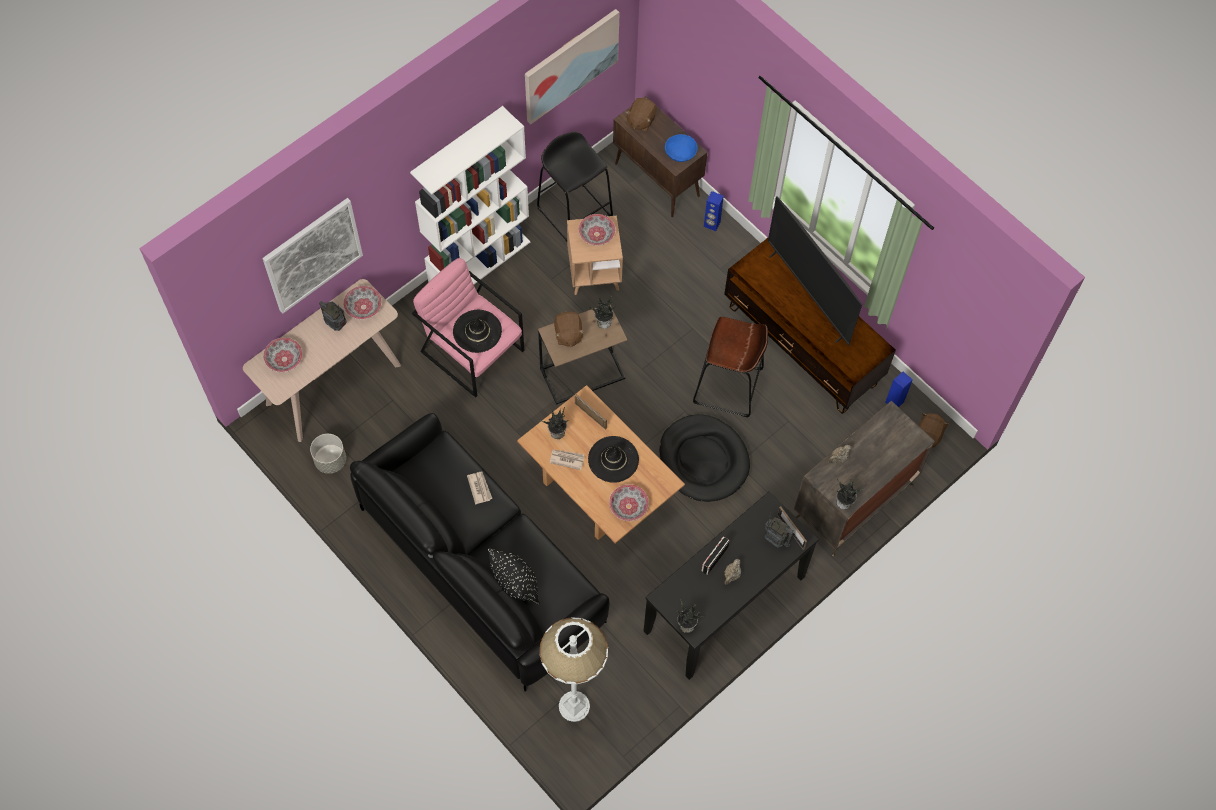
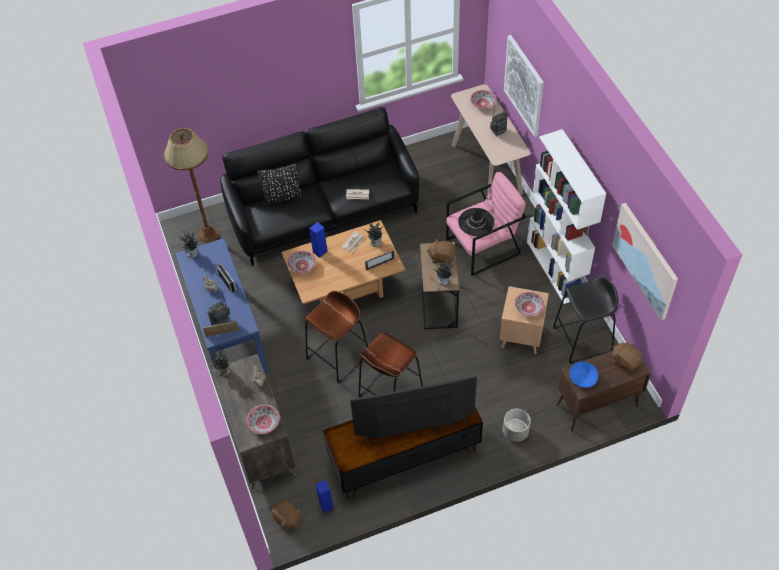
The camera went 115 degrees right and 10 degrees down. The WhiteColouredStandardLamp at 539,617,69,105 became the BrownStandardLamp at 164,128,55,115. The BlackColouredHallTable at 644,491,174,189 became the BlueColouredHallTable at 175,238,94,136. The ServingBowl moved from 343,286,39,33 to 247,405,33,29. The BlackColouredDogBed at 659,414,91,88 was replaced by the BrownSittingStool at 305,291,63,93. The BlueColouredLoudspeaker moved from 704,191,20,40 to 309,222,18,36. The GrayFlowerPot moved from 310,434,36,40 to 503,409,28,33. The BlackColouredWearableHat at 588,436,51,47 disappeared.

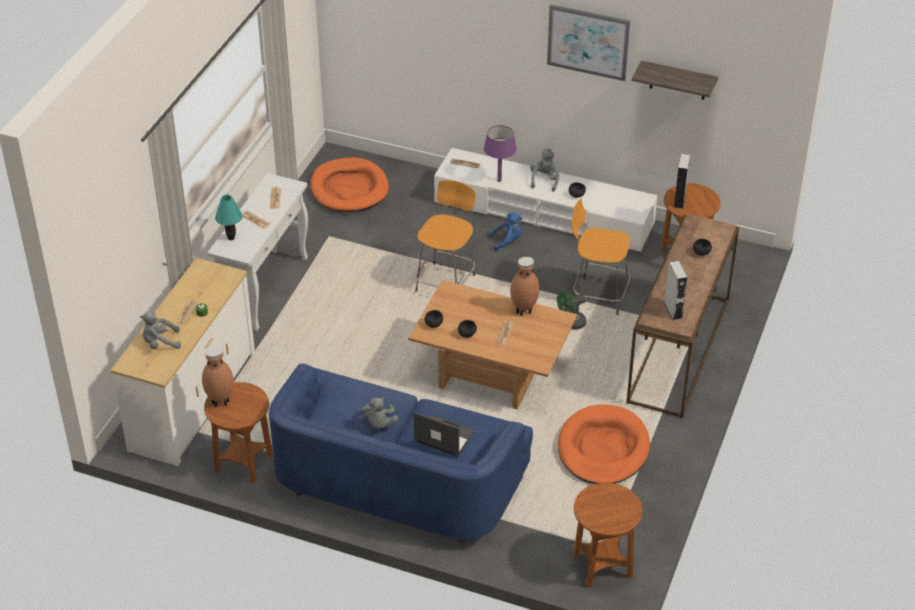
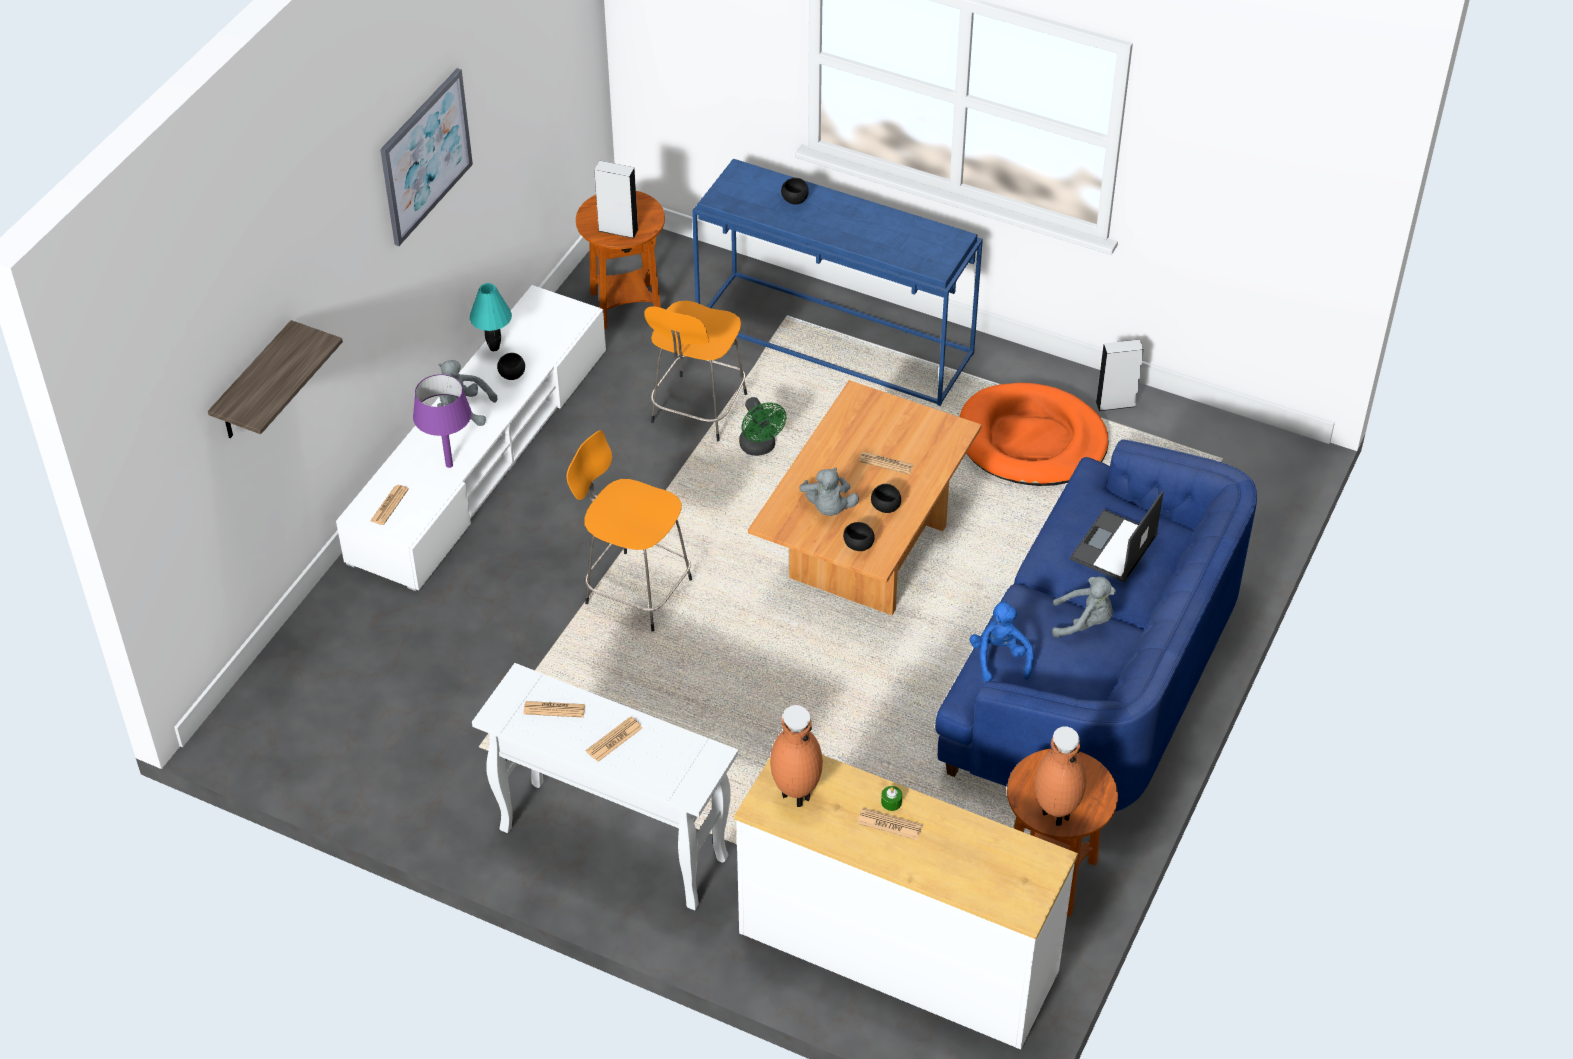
The camera went 85 degrees left and 5 degrees up. The BracketShelf moved from 632,61,86,39 to 208,320,135,118. The BlueGreenTabletopLamp moved from 215,195,28,45 to 470,283,42,68. The BrownHallTable at 626,213,113,206 became the BlueColouredHallTable at 692,159,291,247. The BrownFlowerVase moved from 510,257,29,59 to 770,705,53,102. The GrayCuddlyToy moved from 140,310,41,39 to 799,468,60,48. The BlueColouredCuddlyToy moved from 489,212,33,39 to 970,600,64,82. The GrayLoudspeaker moved from 664,261,23,59 to 1096,339,48,72. The OrangeyDogBed at 310,157,79,55 disappeared. The BrownSideTable at 573,483,69,105 disappeared.

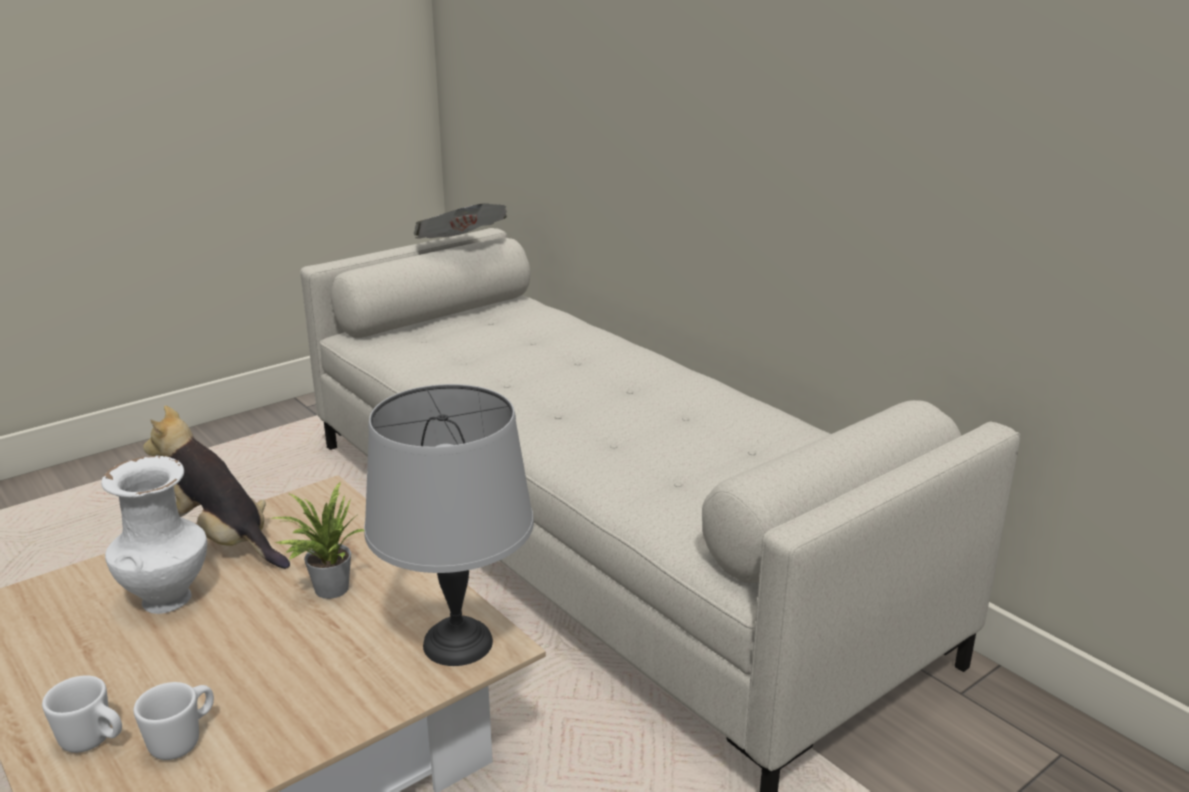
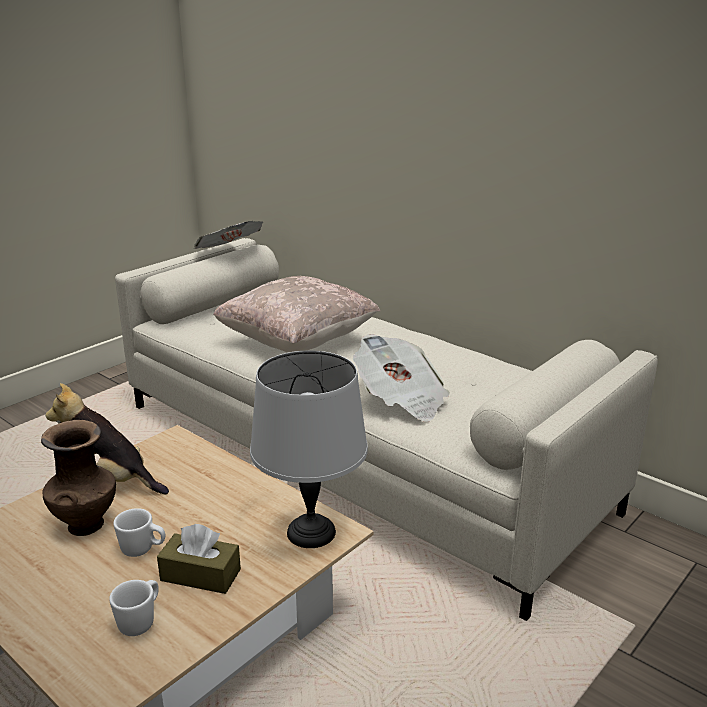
The camera went 10 degrees left and 0 degrees up. The WhiteColouredFlowerVase at 101,456,106,158 became the BrownFlowerVase at 41,420,75,116. The WhiteColouredMug moved from 42,676,80,77 to 113,508,52,49. The BrownTissueBox at 157,524,84,70 appeared. The BeigePillow at 213,276,167,76 appeared. The PrintedPaper at 353,334,97,88 appeared. The Houseplant at 270,482,94,117 disappeared.

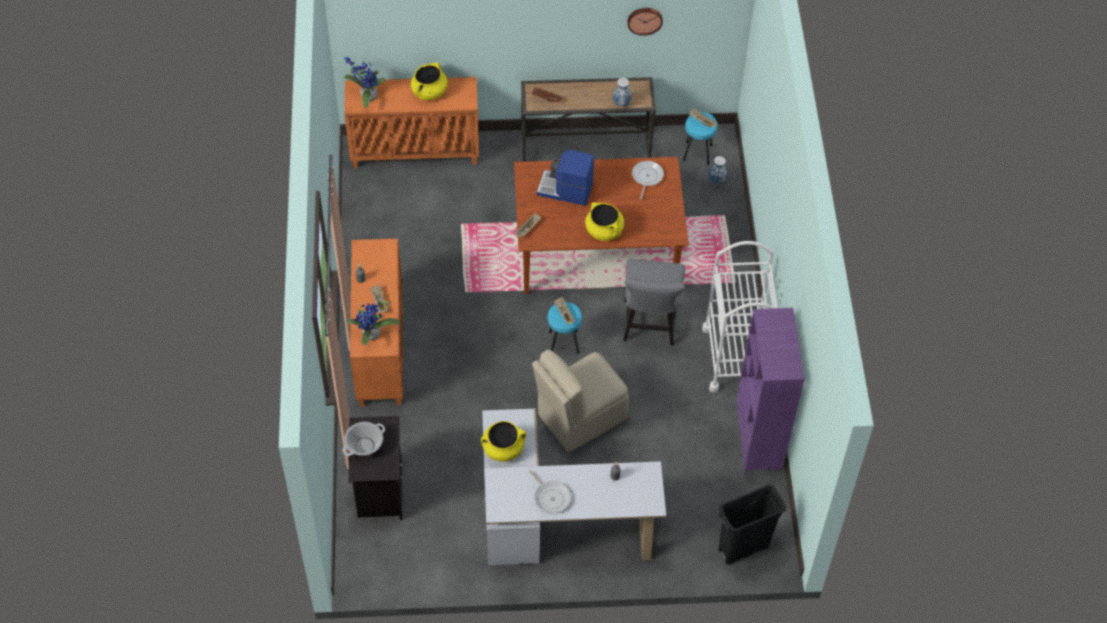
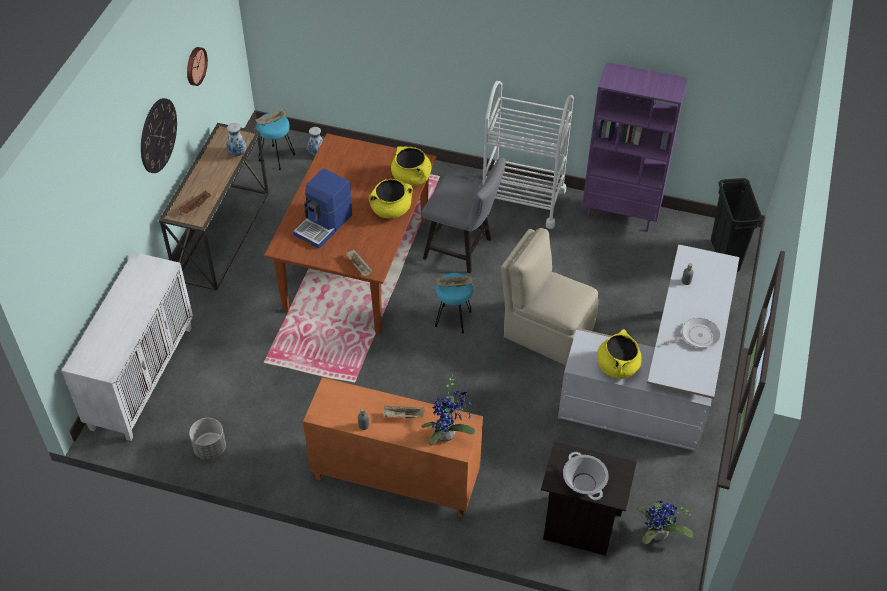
The camera went 70 degrees left and 5 degrees down. The OrangeyCabinet at 344,77,135,91 became the WhiteColouredCabinet at 62,252,131,189. The WallClock at 141,98,36,75 appeared. The GrayFlowerPot at 189,418,37,42 appeared. The YellowColouredStockpot moved from 411,62,37,38 to 391,146,41,40. The BeigeChair at 532,350,97,102 turned 135 degrees clockwise. The Houseplant moved from 344,57,42,51 to 637,501,57,43. The Pan at 632,161,32,39 disappeared.

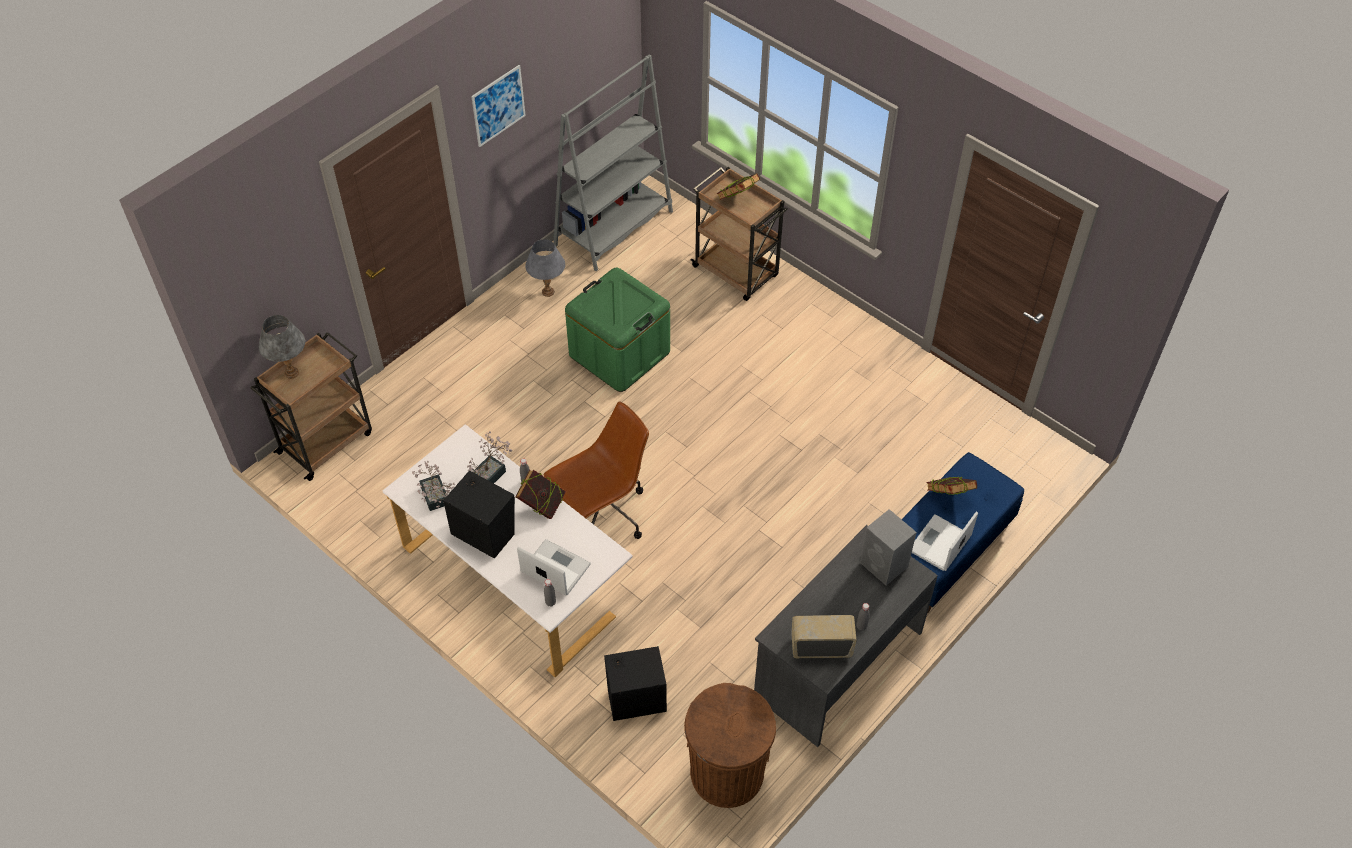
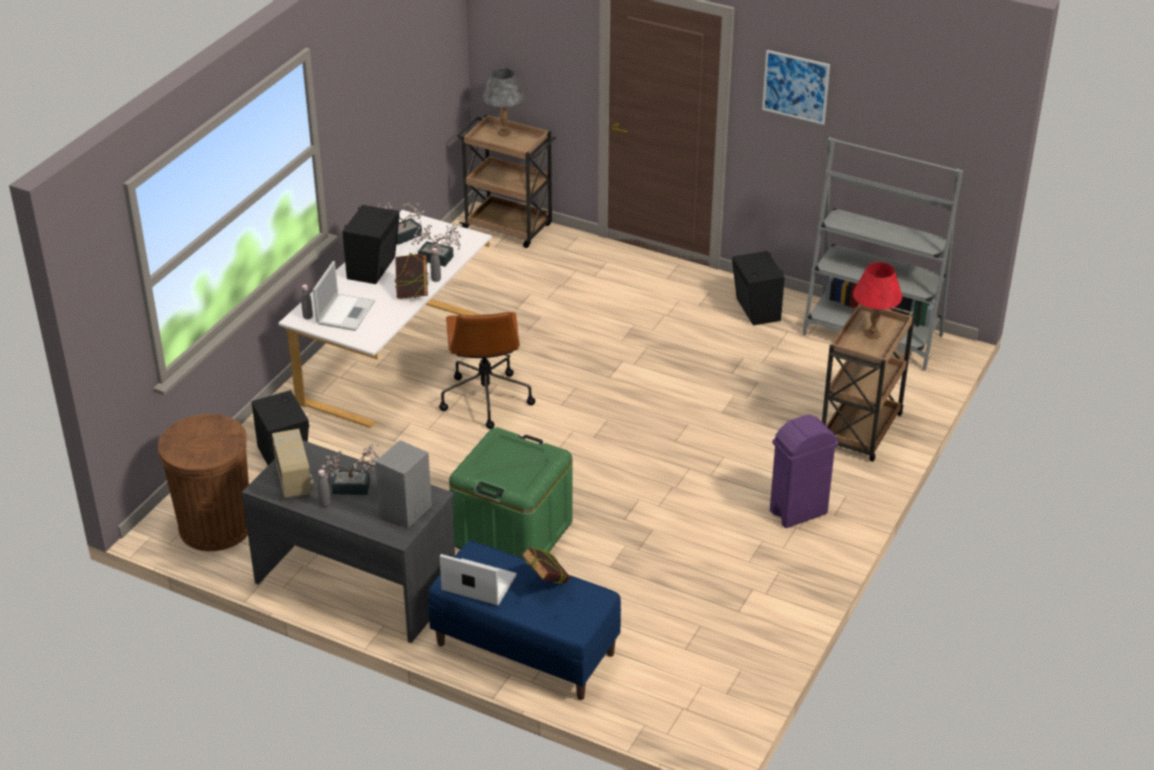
The camera went 75 degrees right and 15 degrees down. The Houseplant at 322,443,57,52 appeared. The BrownOfficeChair at 543,401,106,138 turned 45 degrees clockwise. The GreenishStorageBin moved from 565,268,105,124 to 449,427,124,132. The GrayTabletopLamp at 525,239,40,58 was replaced by the BlackColouredLoudspeaker at 732,251,53,75. The PurplishRubbishBin at 770,415,68,113 appeared. The BoundBook at 716,173,44,27 was replaced by the ReddishTabletopLamp at 853,262,49,77.

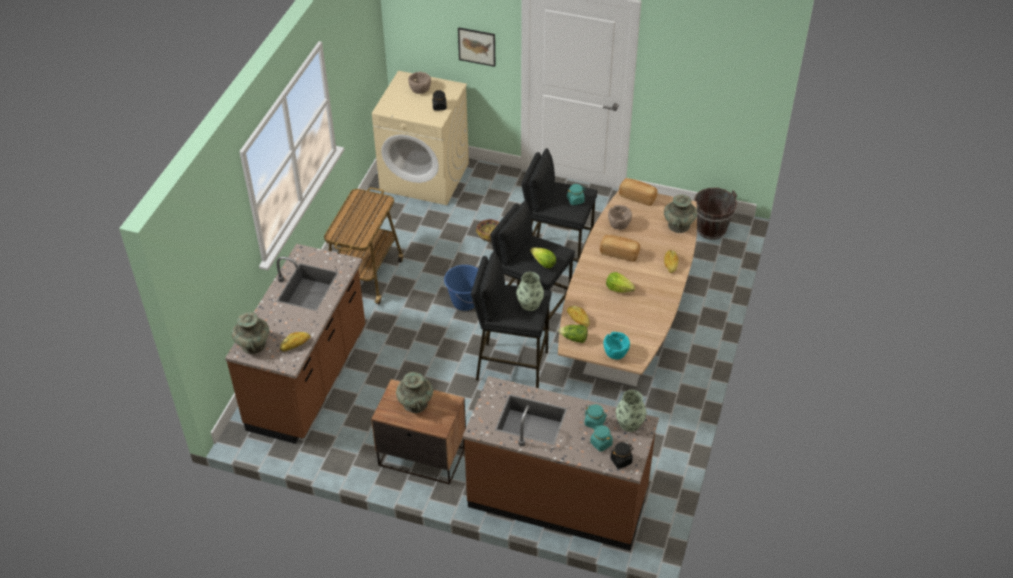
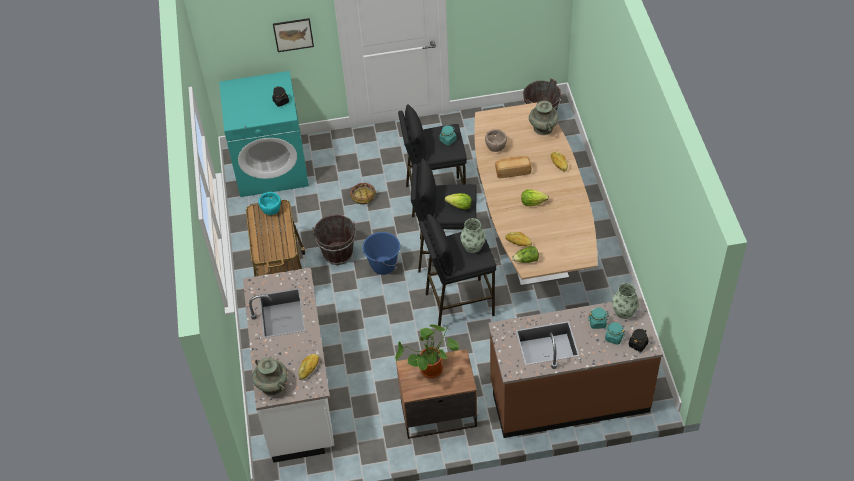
The camera went 25 degrees left and 5 degrees up. The BeigeWashingMachine at 372,71,97,134 became the BlueGreenWashingMachine at 219,71,90,126. The BrownCounter at 225,244,140,200 became the WhiteColouredCounter at 243,267,91,196. The BlueGreenServingBowl moved from 603,332,27,28 to 258,192,23,23. The BrownBucket at 312,215,43,50 appeared. The BlueGreenFlowerVase at 396,371,37,42 was replaced by the Houseplant at 395,324,65,54. The BrownServingBowl at 408,72,23,22 disappeared. The Bread at 619,178,39,28 disappeared.

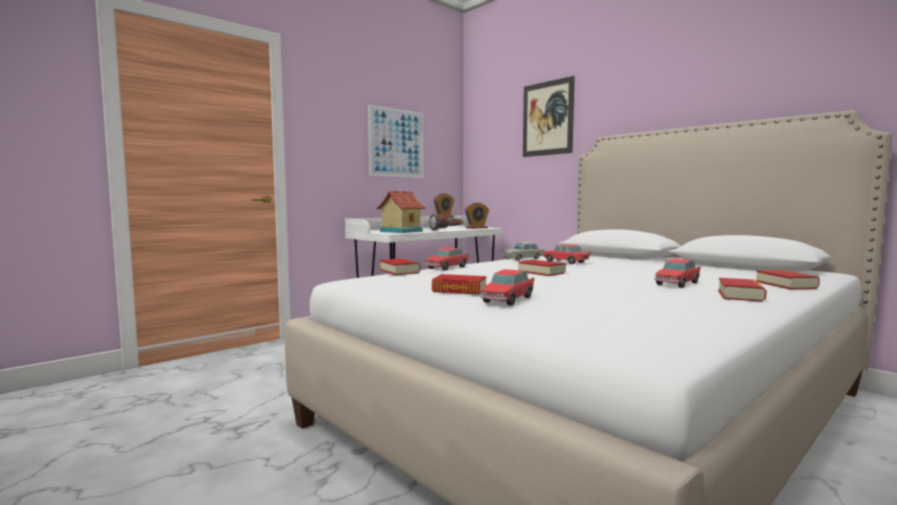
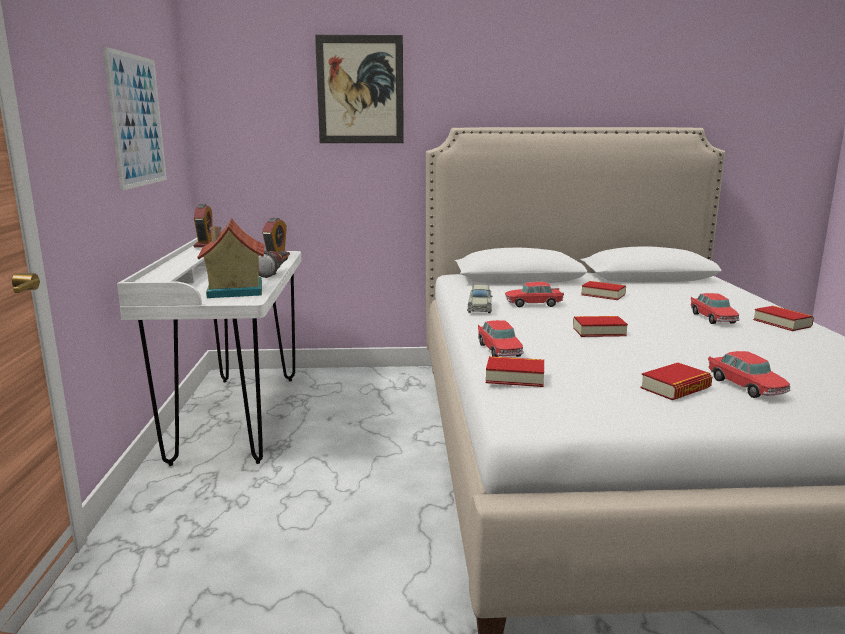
The camera went 50 degrees left and 10 degrees up. The BoundBook moved from 756,270,64,20 to 581,281,45,19.

